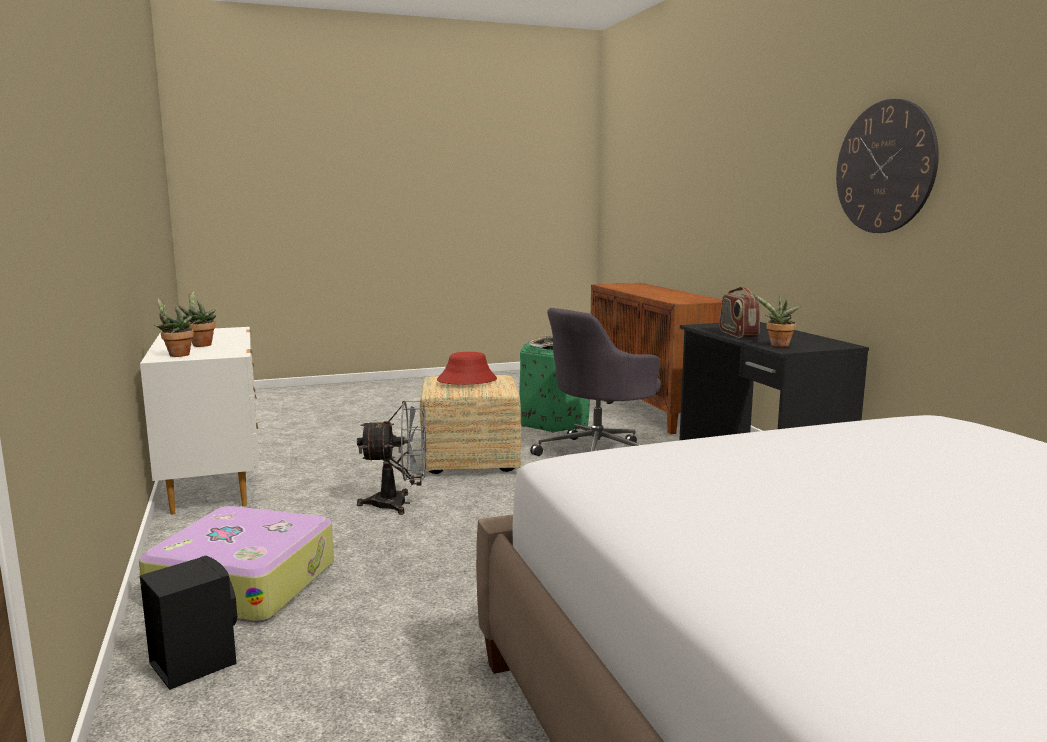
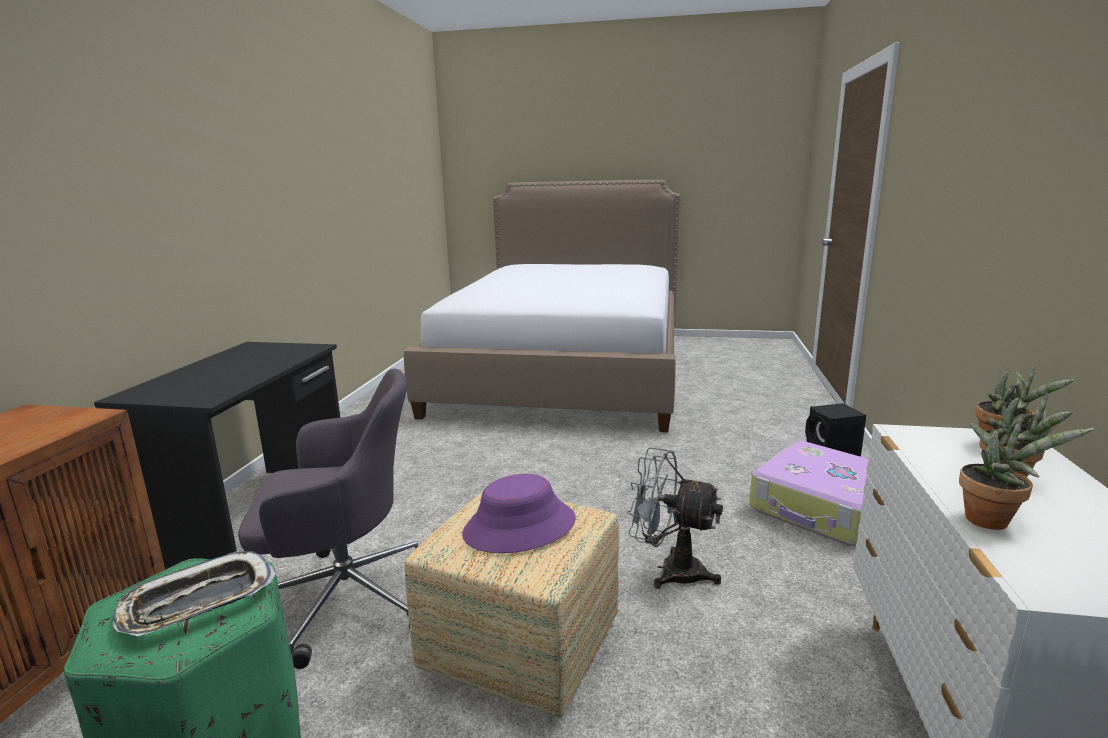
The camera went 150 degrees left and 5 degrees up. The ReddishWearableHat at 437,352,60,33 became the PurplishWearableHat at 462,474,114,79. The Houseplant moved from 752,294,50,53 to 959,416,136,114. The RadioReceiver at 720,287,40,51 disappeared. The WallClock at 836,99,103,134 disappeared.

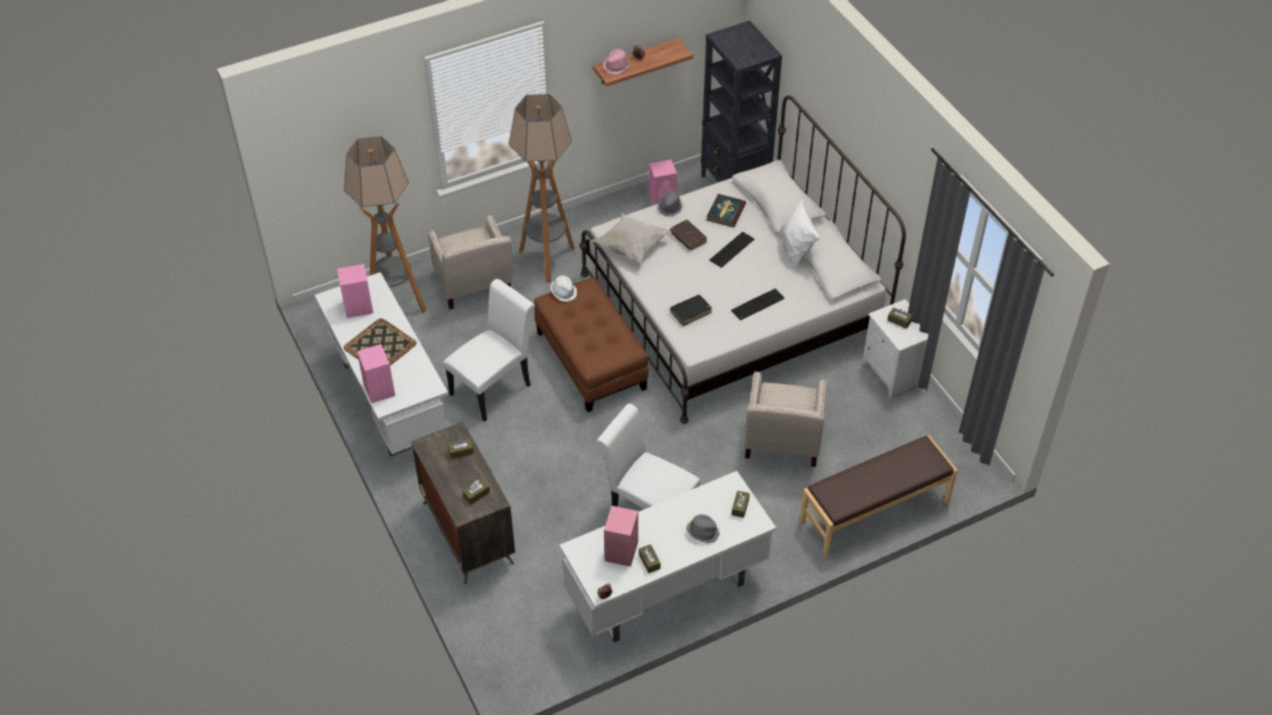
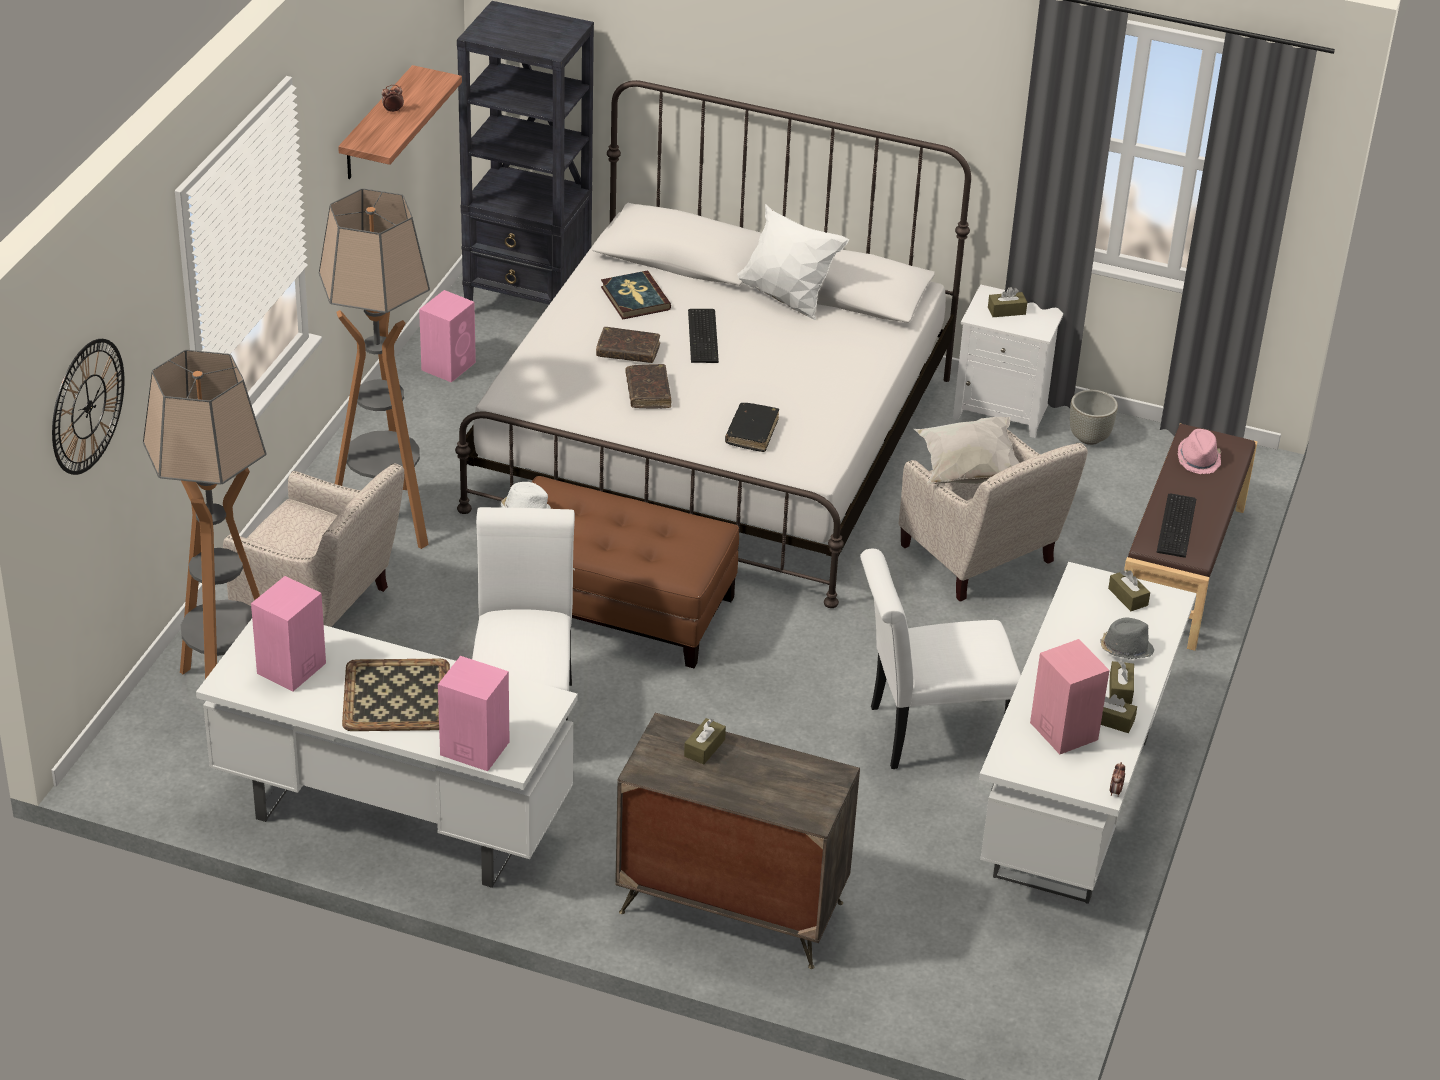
The camera went 45 degrees left and 10 degrees down. The WallClock at 52,339,73,136 appeared. The BrownBoundBook at 625,364,46,44 appeared. The WhiteColouredPillow moved from 591,213,81,50 to 914,417,106,67. The GrayFlowerPot at 1070,390,48,55 appeared. The BrownTissueBox moved from 463,479,27,26 to 1109,660,25,44. The PcKeyboard moved from 731,289,54,31 to 1157,494,39,64. The PinkishWearableHat moved from 603,49,26,26 to 1178,429,43,45. The GrayWearableHat at 657,191,26,26 disappeared.

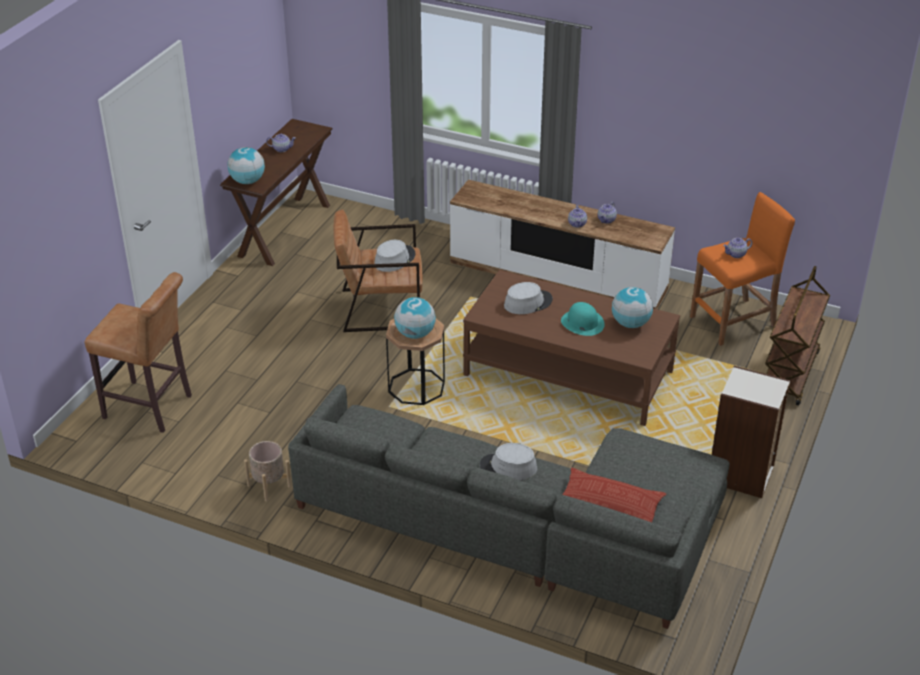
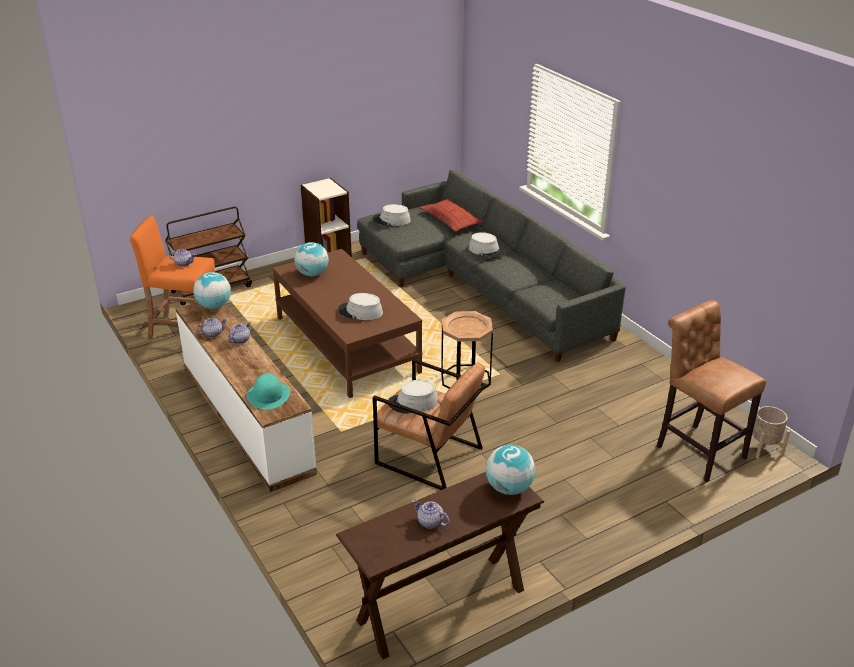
The camera went 145 degrees left and 5 degrees down. The WorldGlobe moved from 394,297,42,42 to 193,272,38,37. The BlueGreenWearableHat moved from 561,302,44,34 to 247,373,43,37. The GrayWearableHat at 373,204,38,22 appeared. The BeigeFlowerPot moved from 244,441,47,61 to 752,406,38,53.

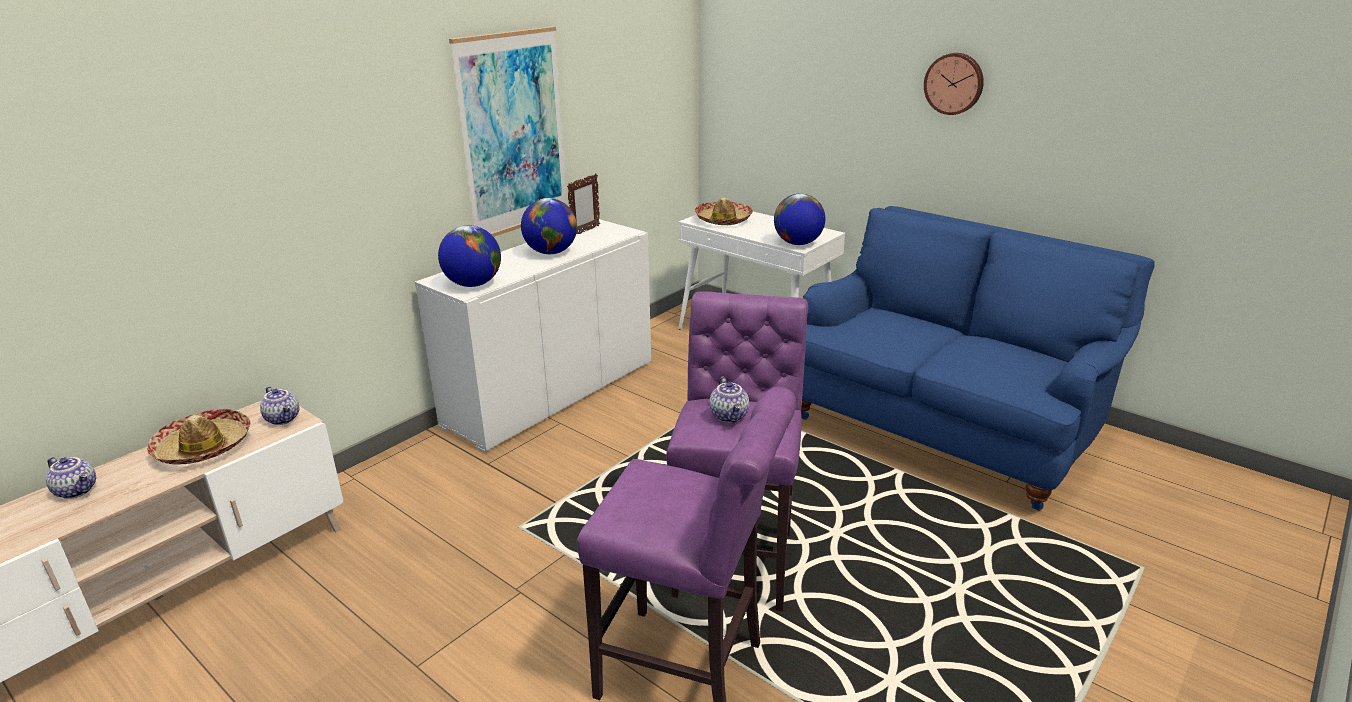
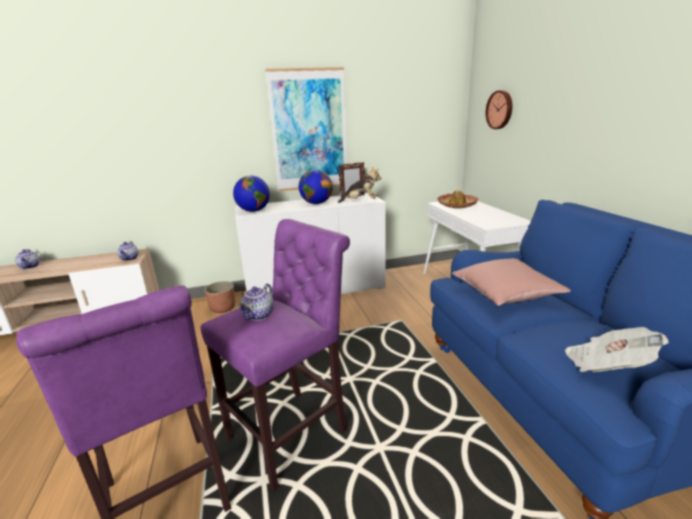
The camera went 35 degrees right and 5 degrees down. The FlowerPot at 205,281,30,32 appeared. The CuddlyToy at 338,167,43,36 appeared. The PinkishPillow at 452,258,119,48 appeared. The WallClock moved from 924,53,60,62 to 486,90,26,39. The PrintedPaper at 565,327,104,45 appeared. The WearableHat at 147,409,104,56 disappeared. The WorldGlobe at 774,193,51,52 disappeared.

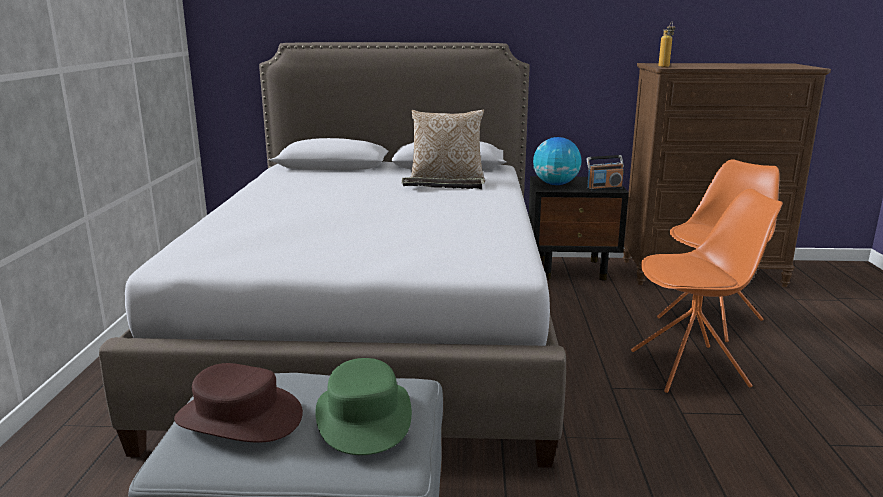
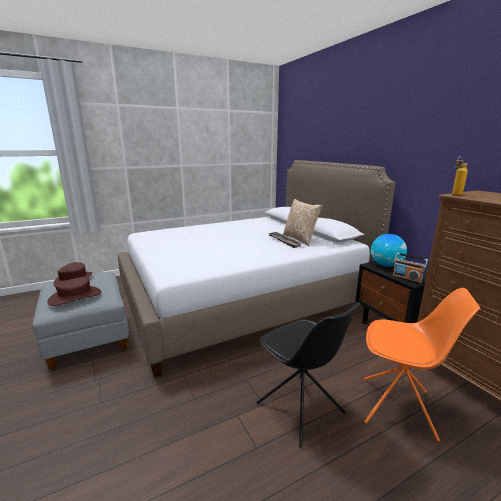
The camera went 60 degrees right and 0 degrees up. The GreenishWearableHat at 315,358,97,97 became the BrownWearableHat at 47,277,54,29. The OrangeyChair at 631,189,152,204 became the BlackColouredChair at 257,302,103,146.

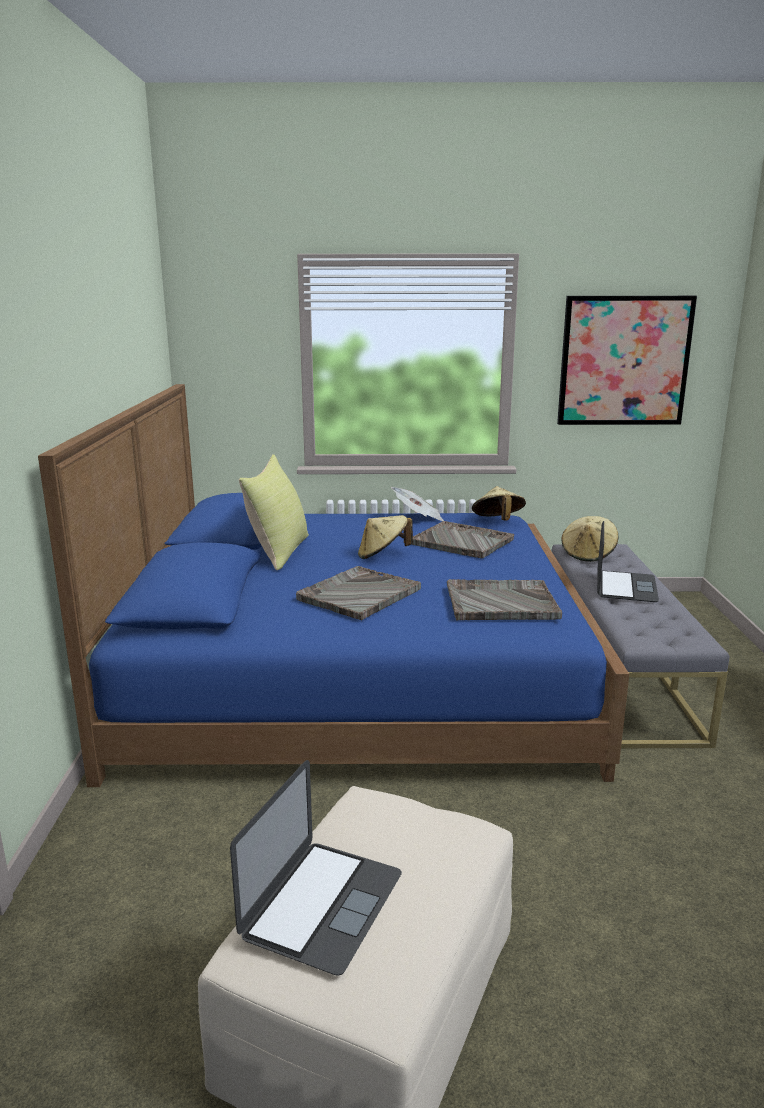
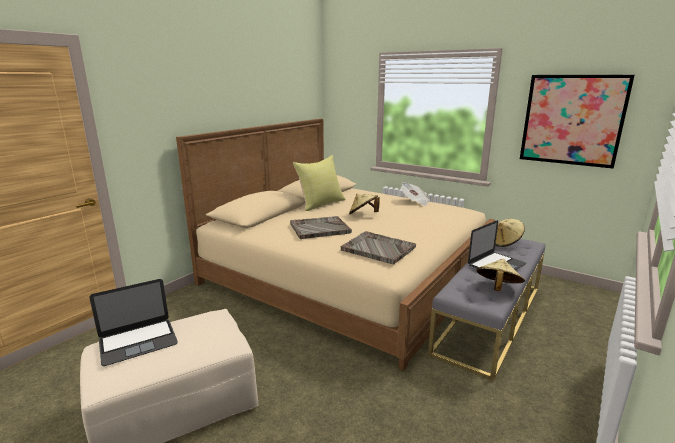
The camera went 35 degrees right and 0 degrees up. The BlueColouredSleepingBed at 38,384,591,403 became the BeigeSleepingBed at 176,119,319,252. The BeigeWearableHat moved from 472,486,54,35 to 476,259,49,32. The GrayServingTray at 411,521,103,37 disappeared.

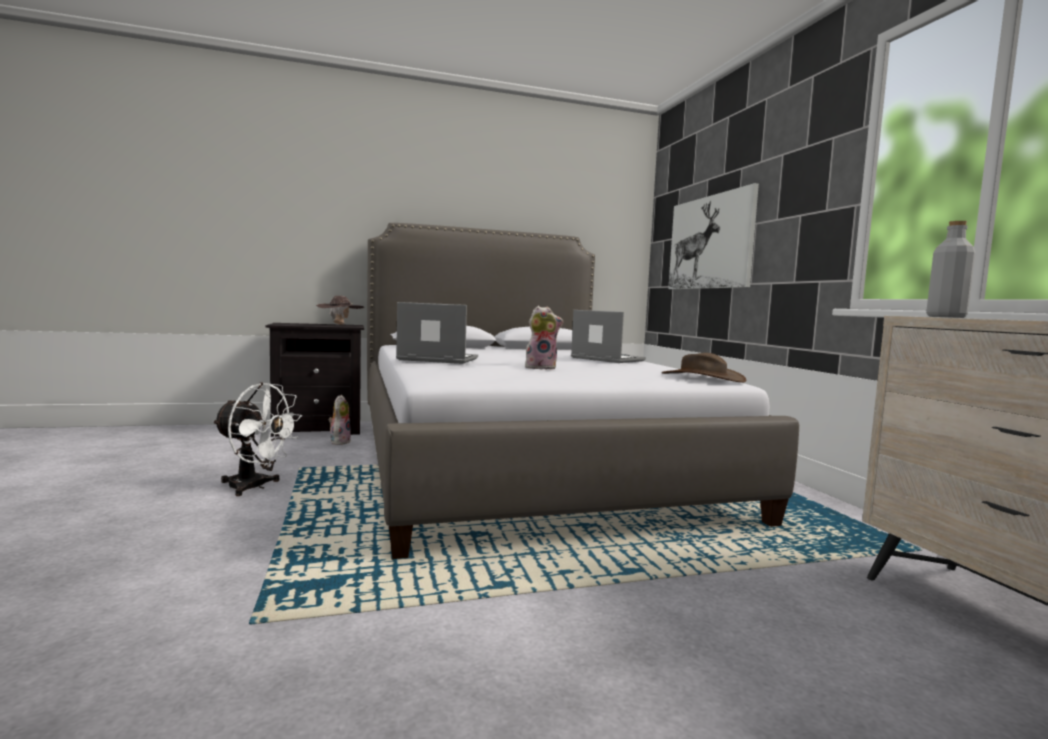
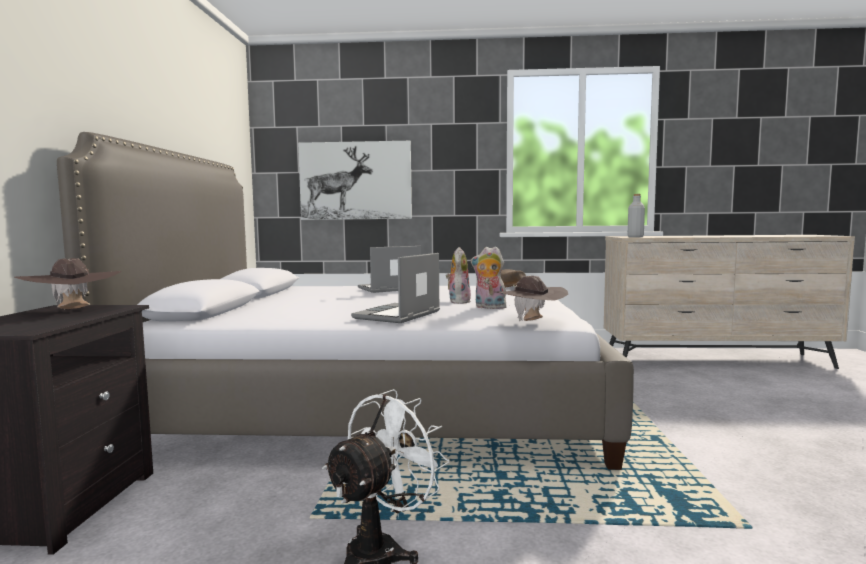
The camera went 70 degrees left and 0 degrees up. The CuddlyToy moved from 329,395,22,50 to 471,246,38,63. The BrownWearableHat at 496,276,72,45 appeared.

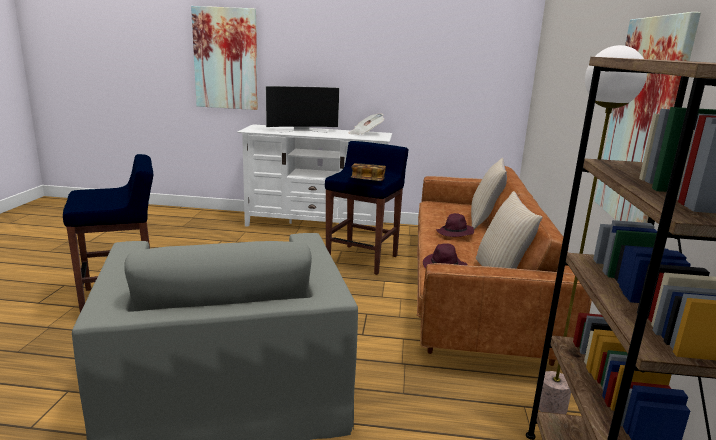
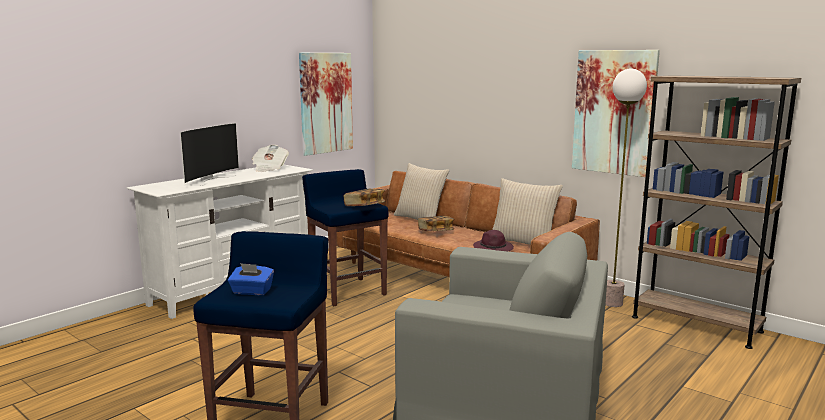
The camera went 55 degrees left and 5 degrees down. The BlueColouredTissueBox at 228,263,46,32 appeared. The WallPicture moved from 191,6,67,104 to 299,53,54,103. The PurplishWearableHat at 436,213,38,24 was replaced by the BoundBook at 418,216,36,15.

